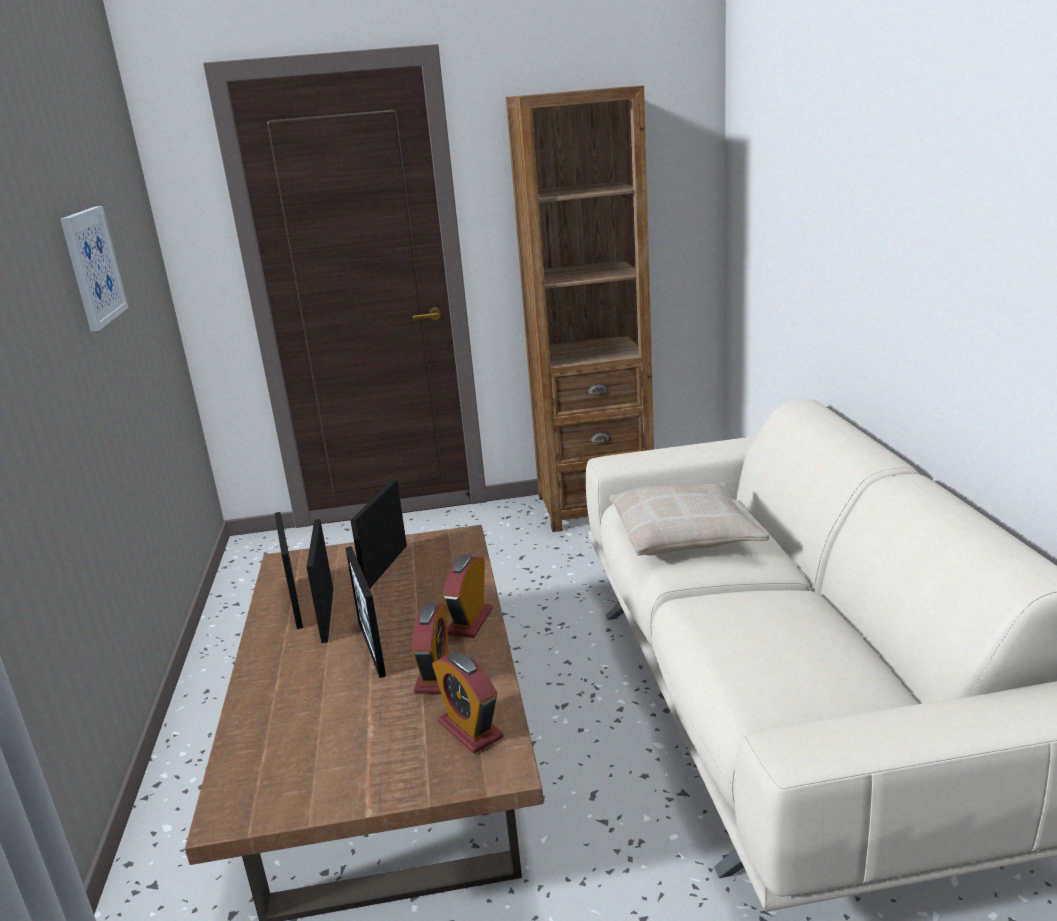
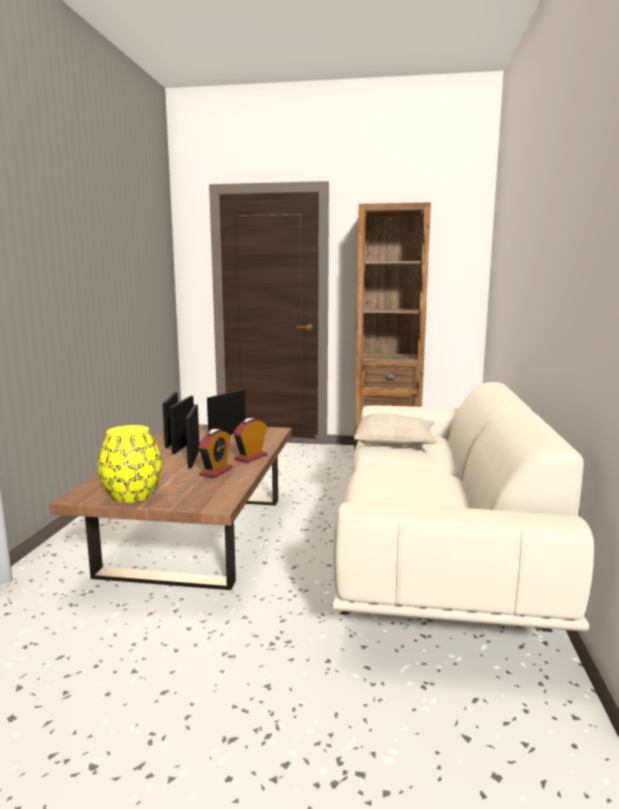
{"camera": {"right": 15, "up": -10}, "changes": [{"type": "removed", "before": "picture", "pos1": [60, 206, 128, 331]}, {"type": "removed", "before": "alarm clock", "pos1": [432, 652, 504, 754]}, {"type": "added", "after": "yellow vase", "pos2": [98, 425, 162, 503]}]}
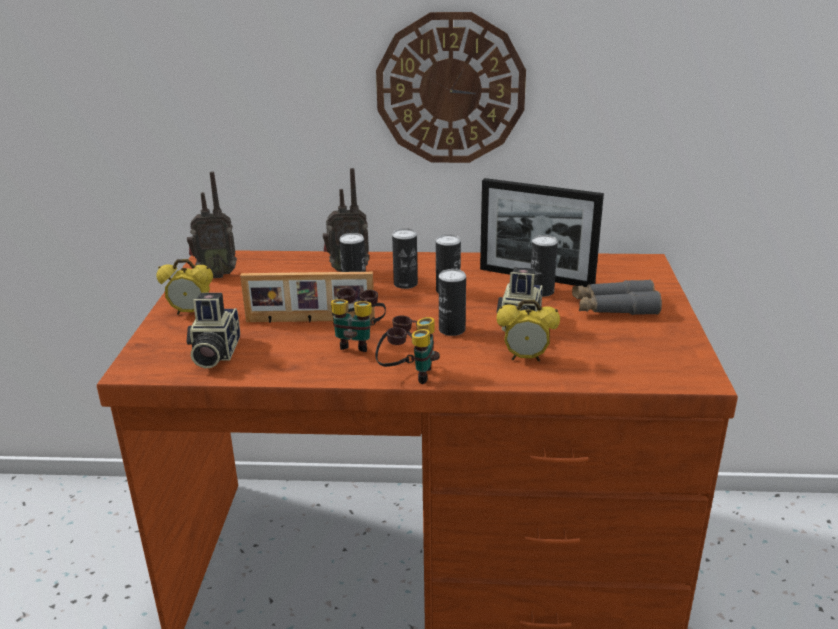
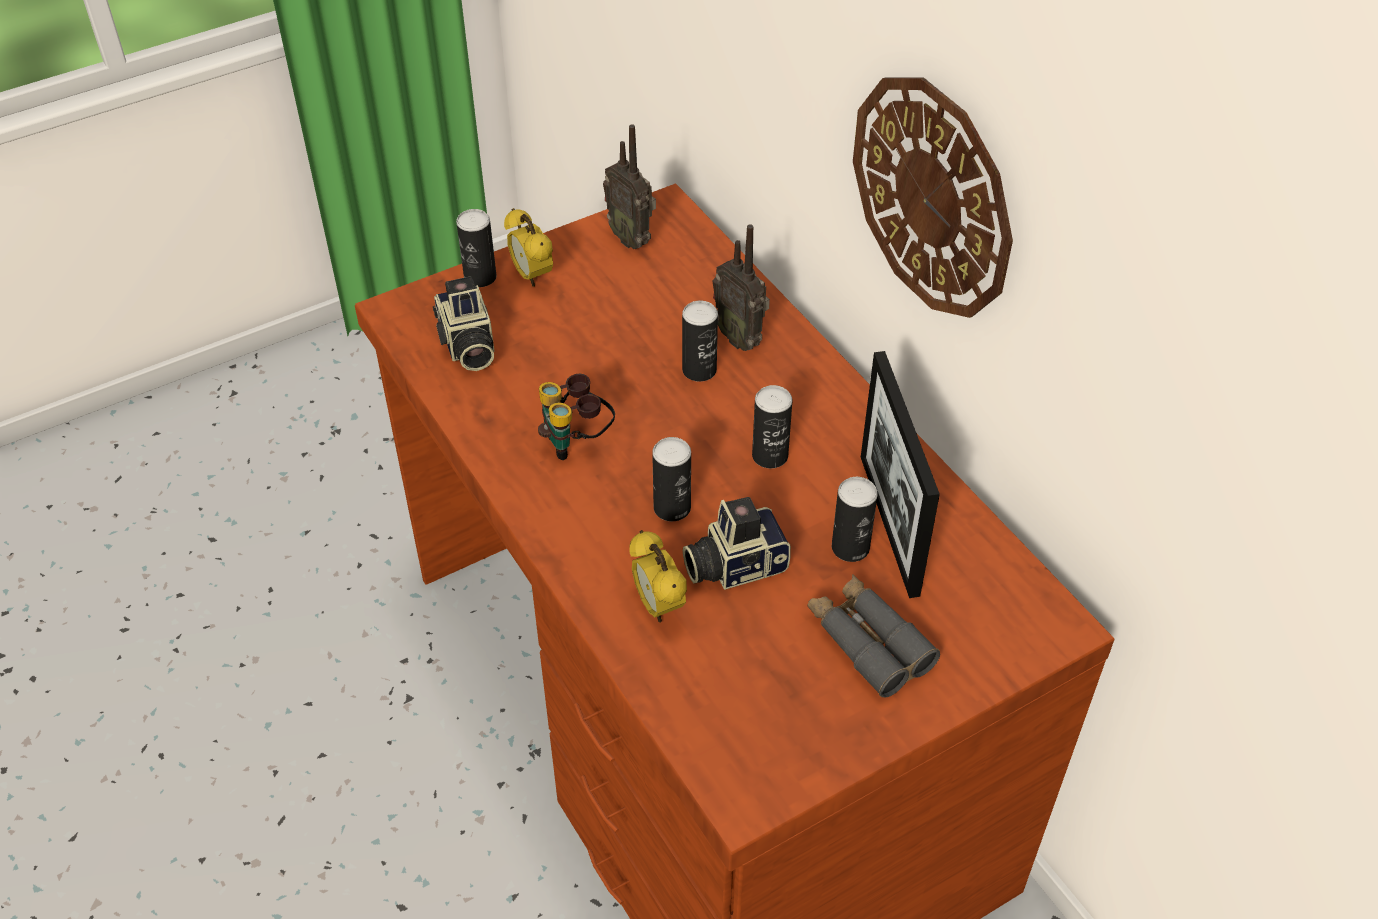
{"camera": {"right": 55, "up": 20}, "changes": [{"type": "removed", "before": "picture frame", "pos1": [240, 272, 375, 323]}, {"type": "removed", "before": "binoculars", "pos1": [375, 316, 440, 384]}, {"type": "moved", "before": "can", "pos1": [392, 228, 418, 289], "pos2": [456, 209, 497, 287]}, {"type": "turned", "before": "photo camera", "pos1": [187, 293, 240, 369], "pos2": [433, 276, 494, 371], "turn": -75}]}
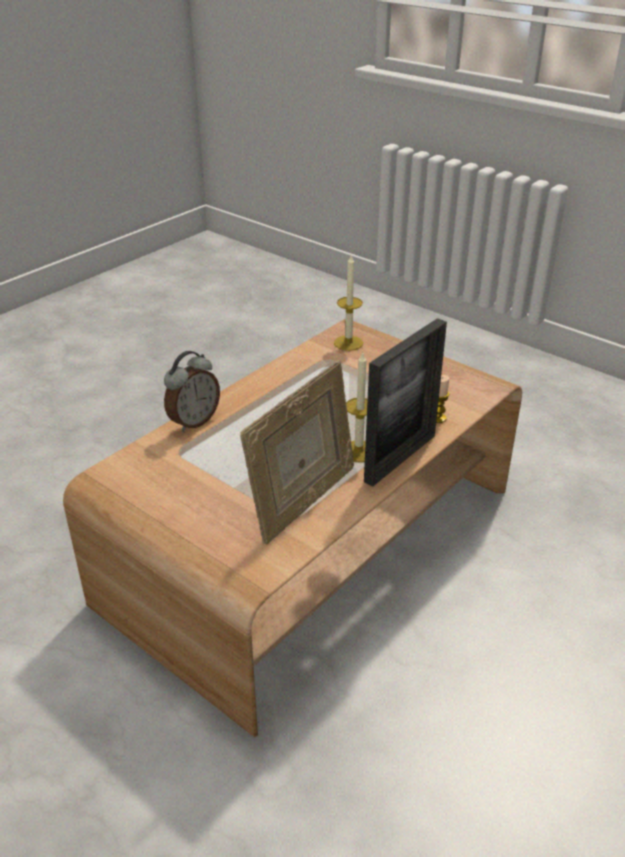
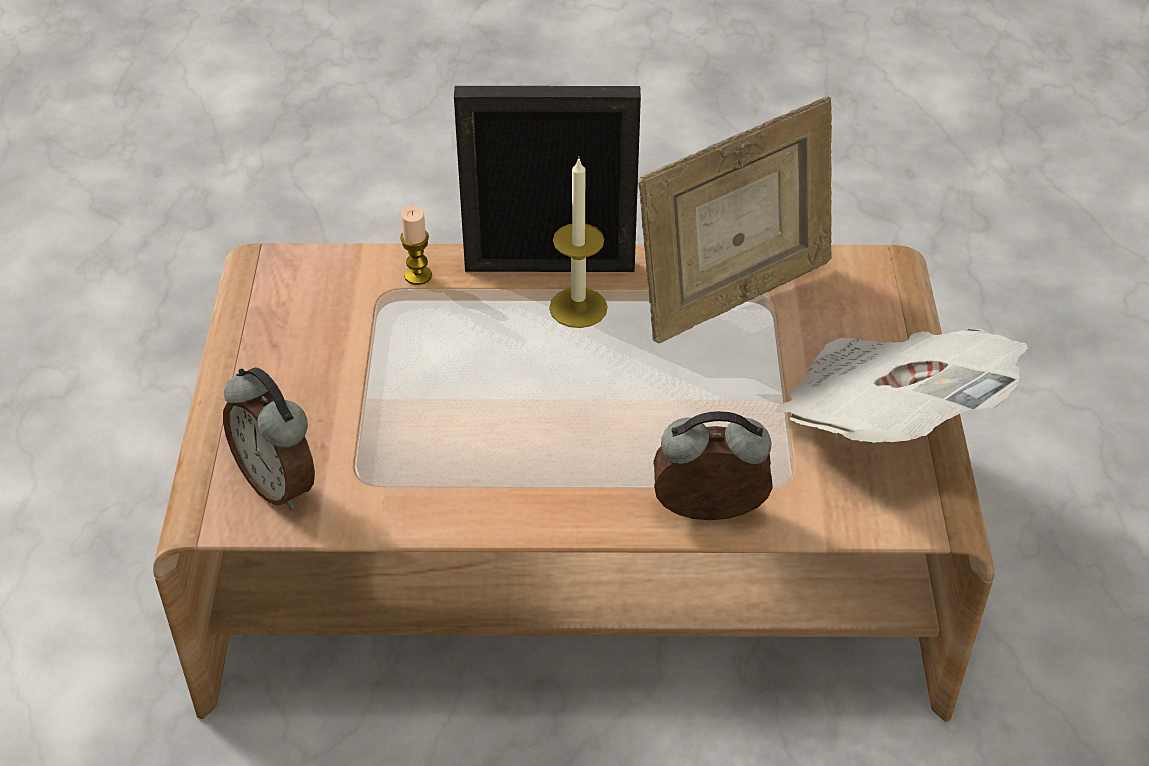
{"camera": {"right": -130, "up": 10}, "changes": [{"type": "added", "after": "newspaper", "pos2": [775, 329, 1029, 443]}, {"type": "replaced", "before": "candle", "after": "alarm clock", "pos1": [334, 255, 363, 351], "pos2": [223, 367, 315, 510]}, {"type": "turned", "before": "picture frame", "pos1": [240, 360, 354, 544], "pos2": [638, 96, 832, 344], "turn": 150}]}
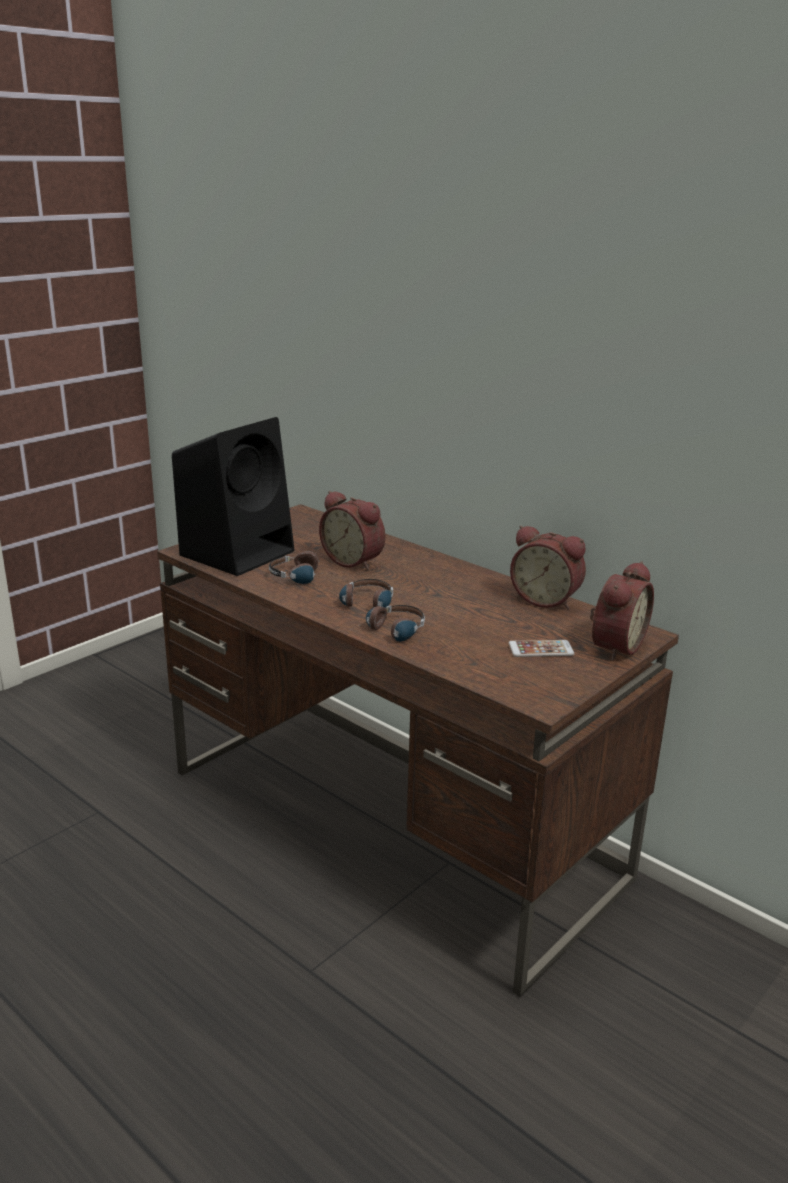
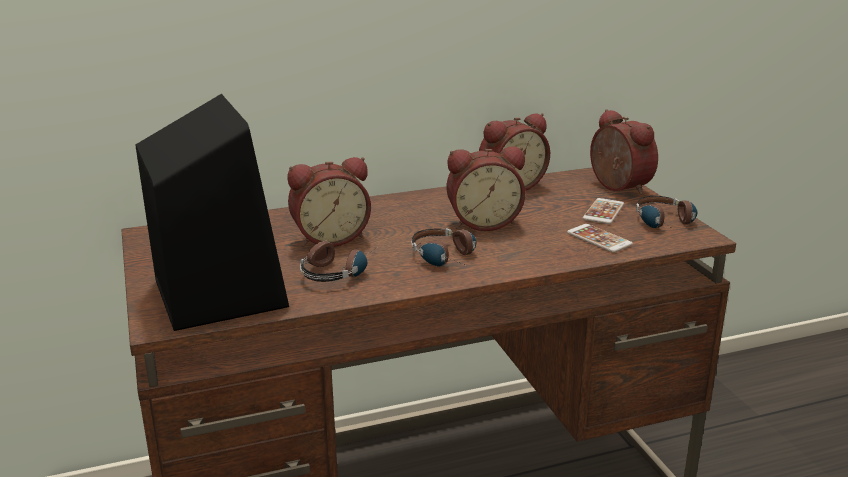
{"camera": {"right": -60, "up": 0}, "changes": [{"type": "added", "after": "alarm clock", "pos2": [447, 146, 525, 231]}, {"type": "added", "after": "phone", "pos2": [567, 224, 633, 253]}, {"type": "moved", "before": "headphones", "pos1": [354, 605, 425, 642], "pos2": [636, 196, 697, 229]}]}
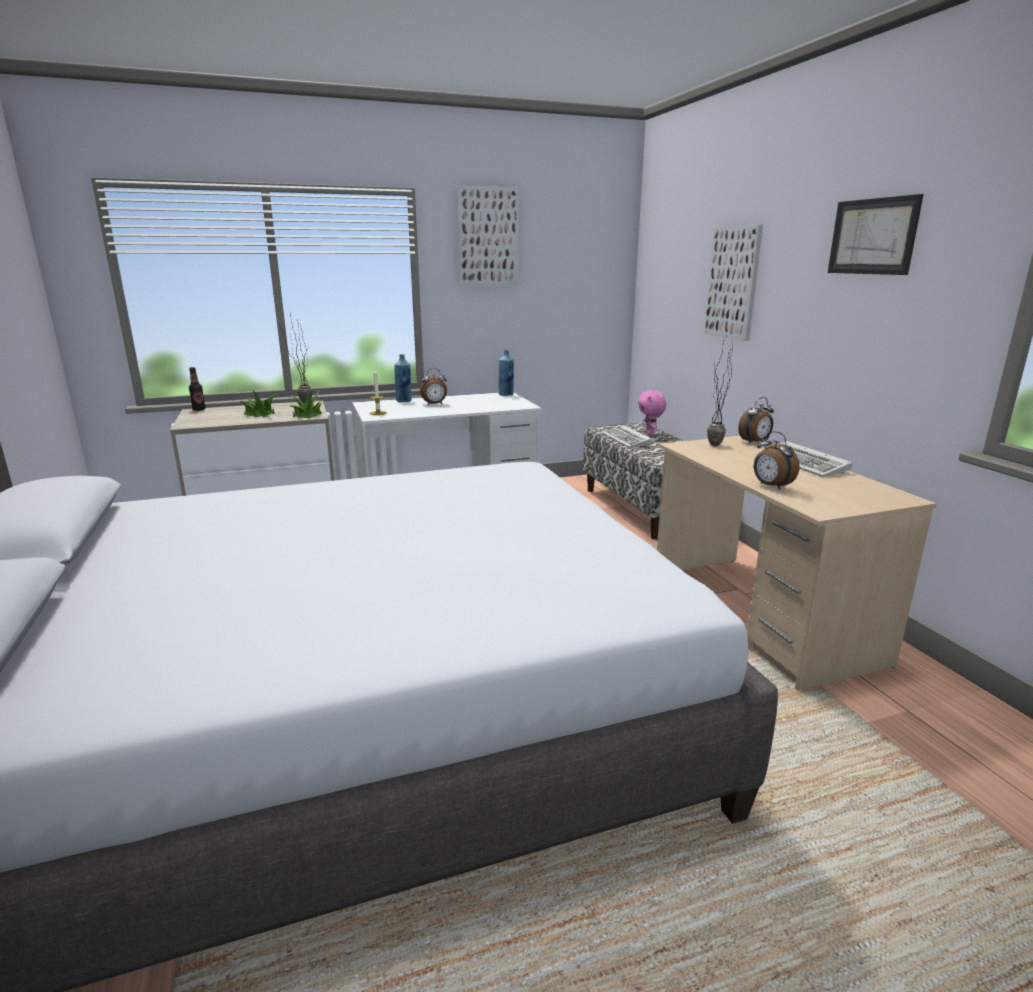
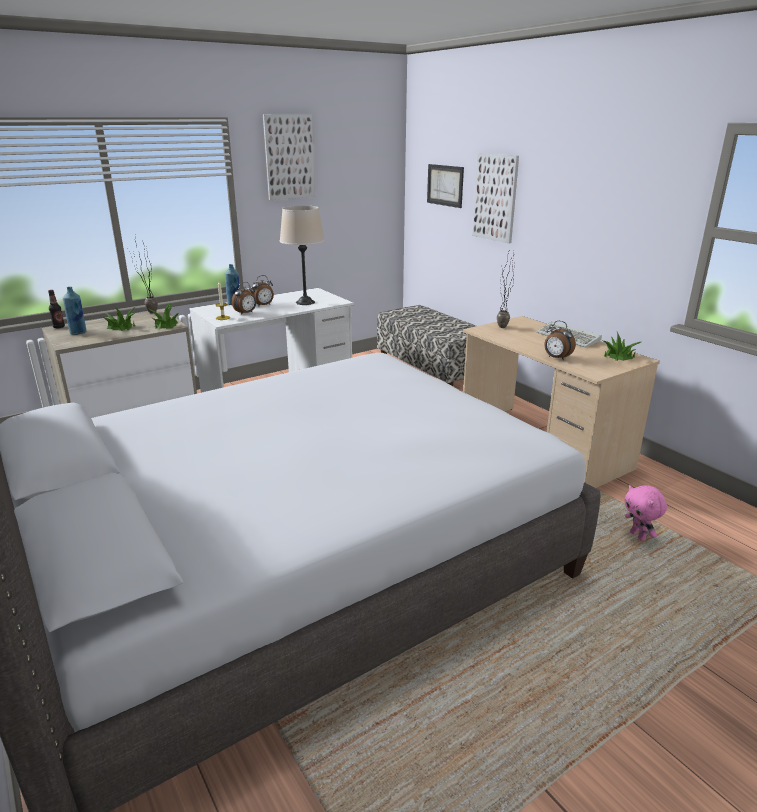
{"camera": {"right": -15, "up": 5}, "changes": [{"type": "removed", "before": "keyboard", "pos1": [602, 425, 652, 448]}, {"type": "added", "after": "beige table lamp", "pos2": [280, 206, 325, 305]}, {"type": "added", "after": "potted plant", "pos2": [604, 332, 641, 361]}, {"type": "moved", "before": "blue bottle", "pos1": [499, 350, 514, 396], "pos2": [63, 287, 86, 335]}, {"type": "moved", "before": "pink plush toy", "pos1": [638, 390, 666, 435], "pos2": [625, 485, 667, 541]}, {"type": "moved", "before": "alarm clock", "pos1": [738, 397, 774, 444], "pos2": [232, 282, 256, 315]}, {"type": "moved", "before": "picture", "pos1": [828, 194, 924, 275], "pos2": [427, 164, 464, 208]}]}
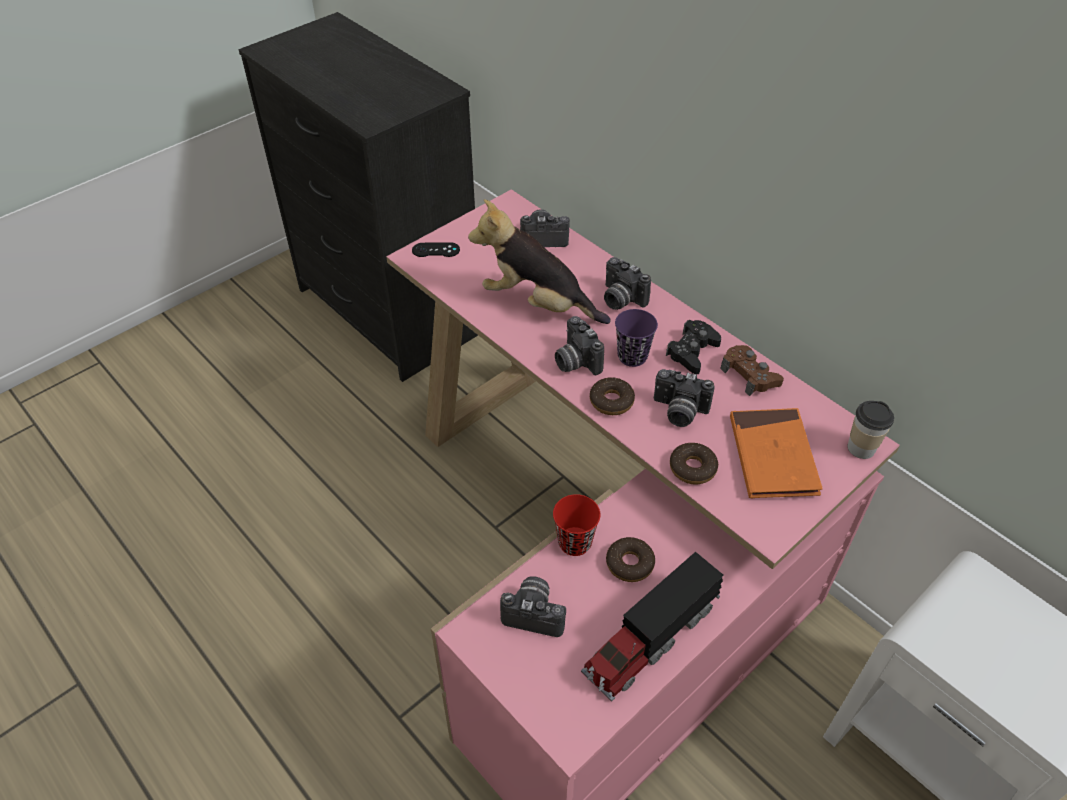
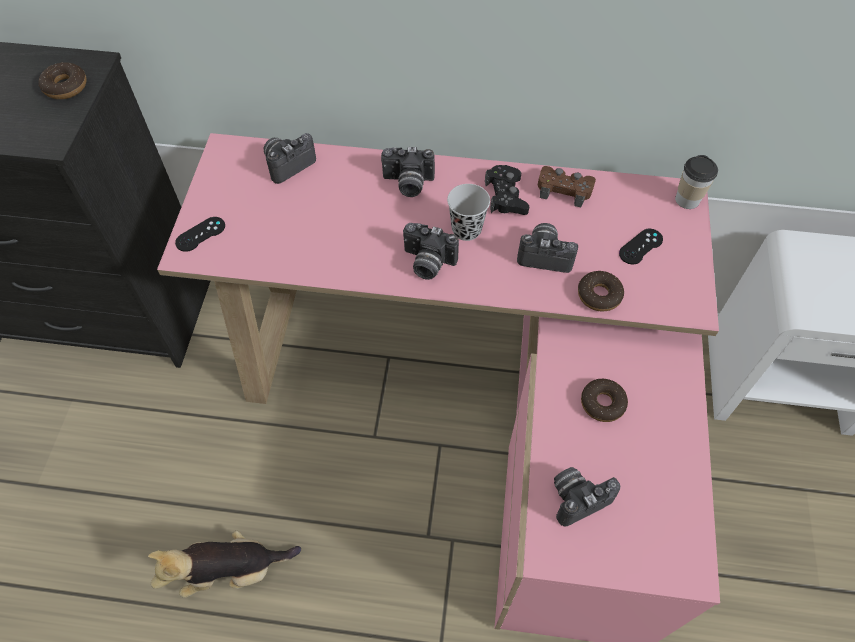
{"camera": {"right": -40, "up": 10}, "changes": [{"type": "removed", "before": "red cup", "pos1": [553, 494, 600, 556]}, {"type": "removed", "before": "toy truck", "pos1": [581, 552, 724, 702]}, {"type": "moved", "before": "plush toy", "pos1": [468, 199, 611, 324], "pos2": [148, 531, 301, 598]}, {"type": "moved", "before": "donut", "pos1": [590, 377, 635, 415], "pos2": [38, 62, 87, 99]}, {"type": "replaced", "before": "orange book", "after": "black game controller", "pos1": [730, 408, 823, 499], "pos2": [619, 229, 663, 264]}, {"type": "recoloured", "before": "purple cup", "after": "black cup", "pos1": [615, 309, 658, 367], "pos2": [447, 184, 490, 241]}, {"type": "turned", "before": "photo camera", "pos1": [654, 369, 715, 427], "pos2": [517, 223, 578, 273], "turn": -150}]}
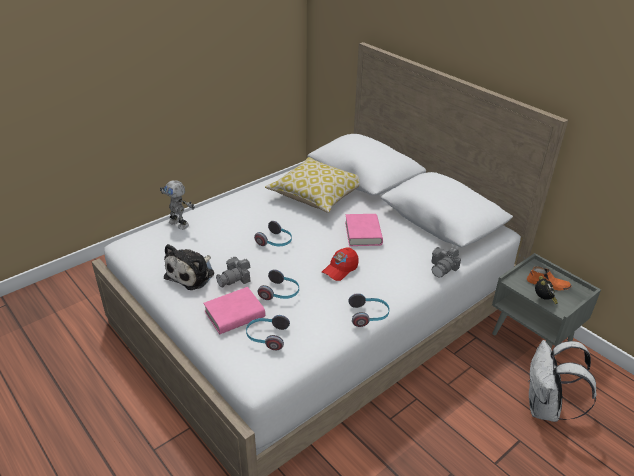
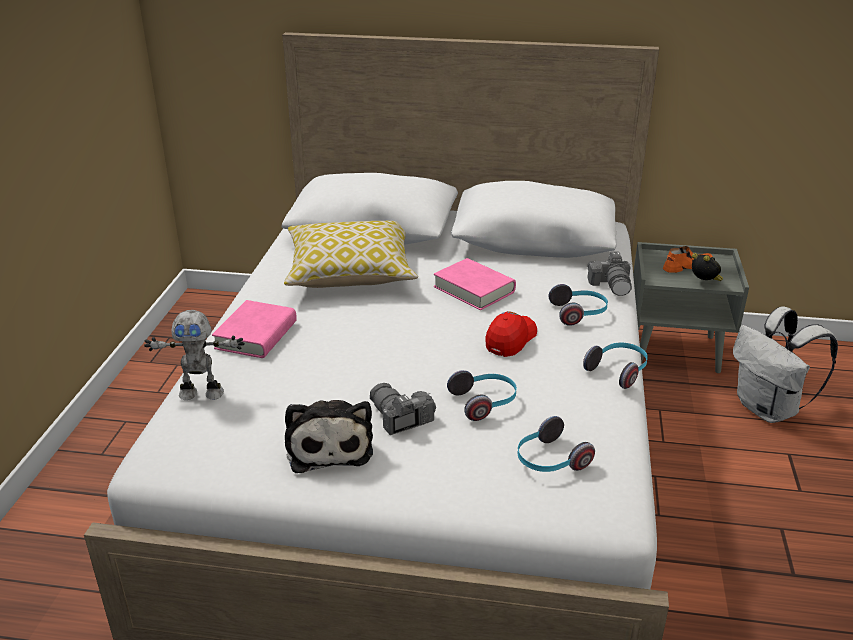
{"camera": {"right": -40, "up": -5}, "changes": [{"type": "moved", "before": "pink book", "pos1": [203, 287, 265, 334], "pos2": [212, 300, 297, 358]}, {"type": "moved", "before": "headphones", "pos1": [254, 221, 292, 246], "pos2": [549, 284, 608, 326]}, {"type": "turned", "before": "photo camera", "pos1": [216, 257, 251, 287], "pos2": [370, 383, 436, 435], "turn": 135}, {"type": "turned", "before": "red cap", "pos1": [322, 247, 359, 281], "pos2": [485, 311, 537, 357], "turn": -150}]}
